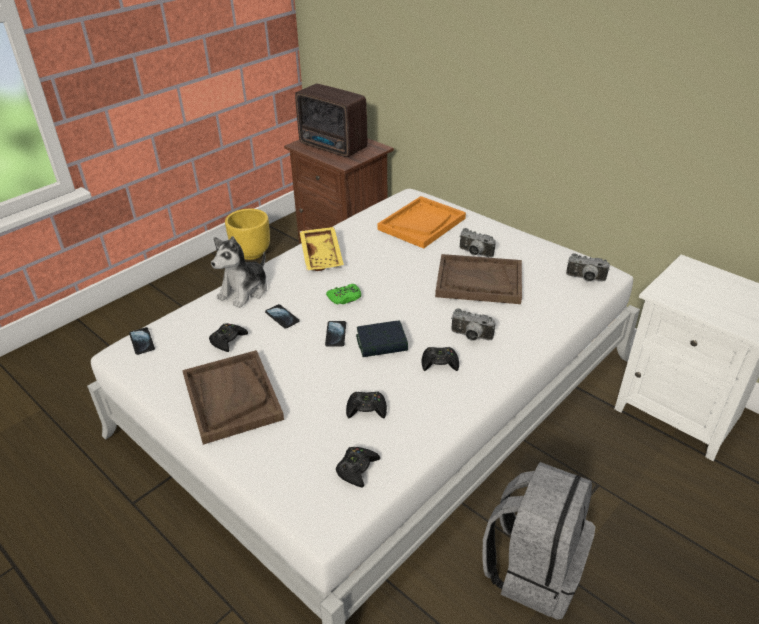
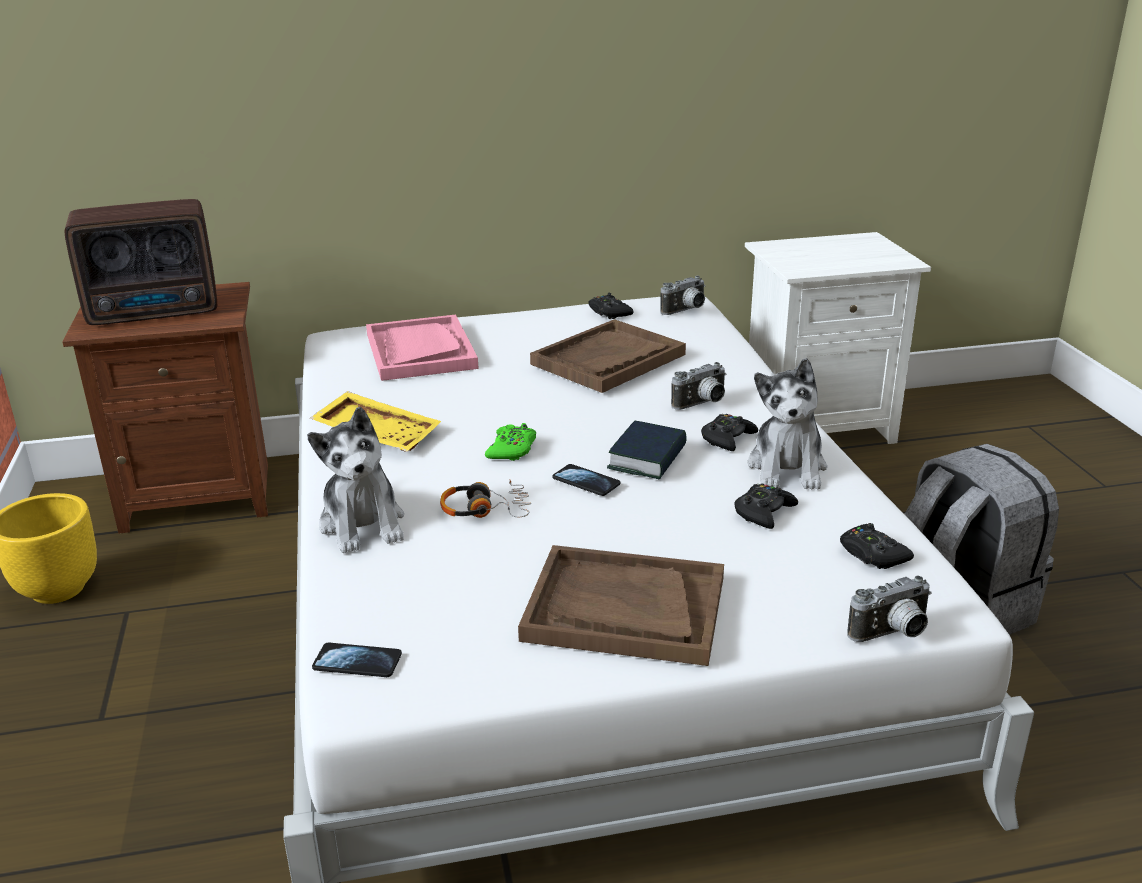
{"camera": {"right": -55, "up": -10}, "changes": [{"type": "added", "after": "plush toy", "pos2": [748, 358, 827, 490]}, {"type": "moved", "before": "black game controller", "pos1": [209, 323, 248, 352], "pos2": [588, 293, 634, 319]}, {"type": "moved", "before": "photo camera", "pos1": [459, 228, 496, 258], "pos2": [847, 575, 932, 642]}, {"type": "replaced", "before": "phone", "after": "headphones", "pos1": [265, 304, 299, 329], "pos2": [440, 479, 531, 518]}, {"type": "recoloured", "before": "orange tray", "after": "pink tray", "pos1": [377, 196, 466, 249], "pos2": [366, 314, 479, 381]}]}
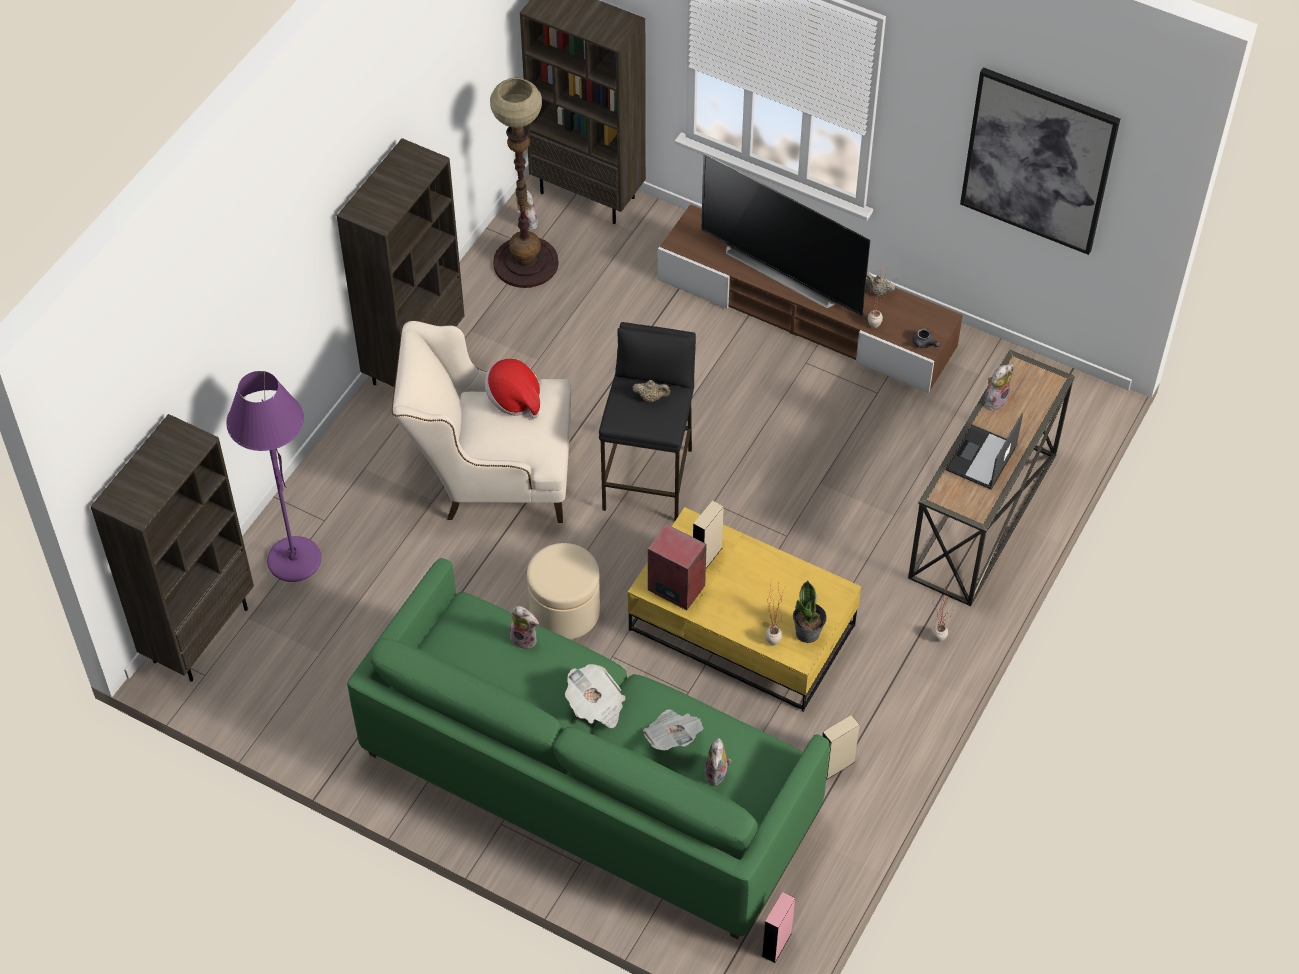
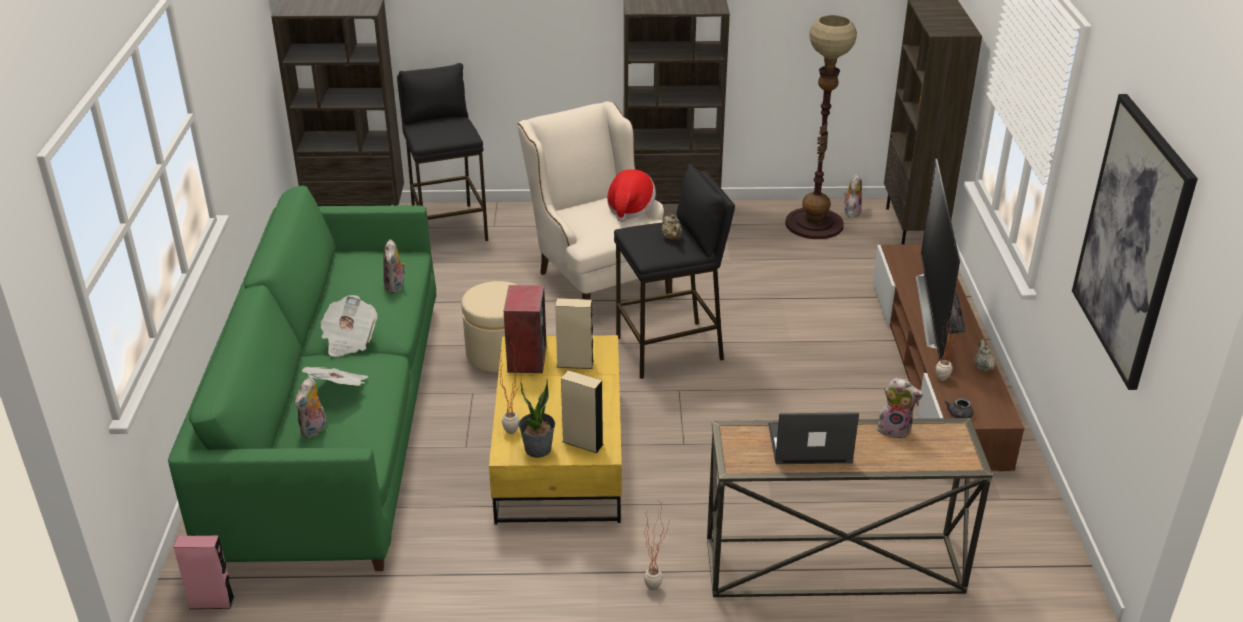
{"camera": {"right": 60, "up": -20}, "changes": [{"type": "moved", "before": "beige speaker", "pos1": [822, 715, 860, 780], "pos2": [561, 370, 604, 453]}, {"type": "replaced", "before": "purple floor lamp", "after": "black stool", "pos1": [226, 371, 321, 582], "pos2": [397, 63, 488, 241]}, {"type": "turned", "before": "plush toy", "pos1": [704, 738, 731, 785], "pos2": [294, 377, 327, 438], "turn": -45}]}
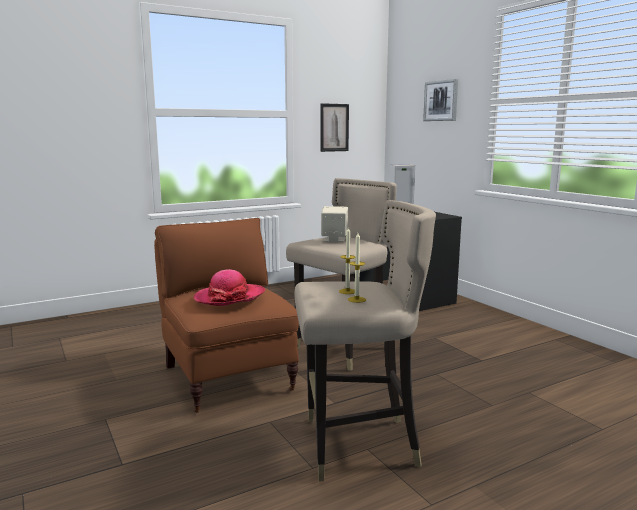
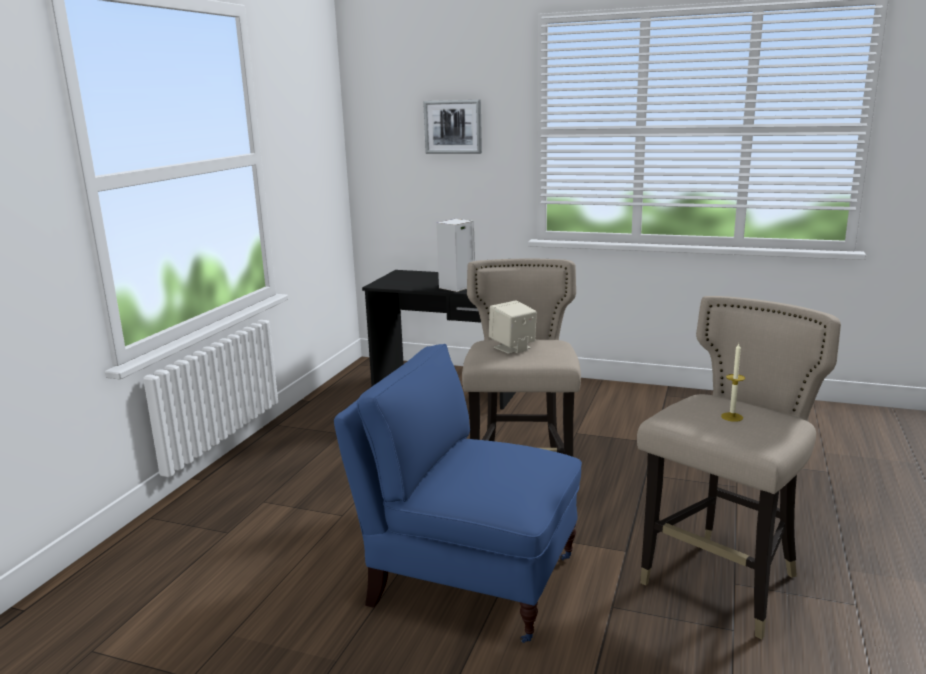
{"camera": {"right": -40, "up": 5}, "changes": [{"type": "removed", "before": "hat", "pos1": [194, 269, 265, 306]}, {"type": "removed", "before": "picture", "pos1": [320, 103, 349, 152]}, {"type": "removed", "before": "candle", "pos1": [348, 233, 366, 303]}, {"type": "recoloured", "before": "brown armchair", "after": "blue armchair", "pos1": [154, 218, 299, 413], "pos2": [334, 344, 582, 643]}]}
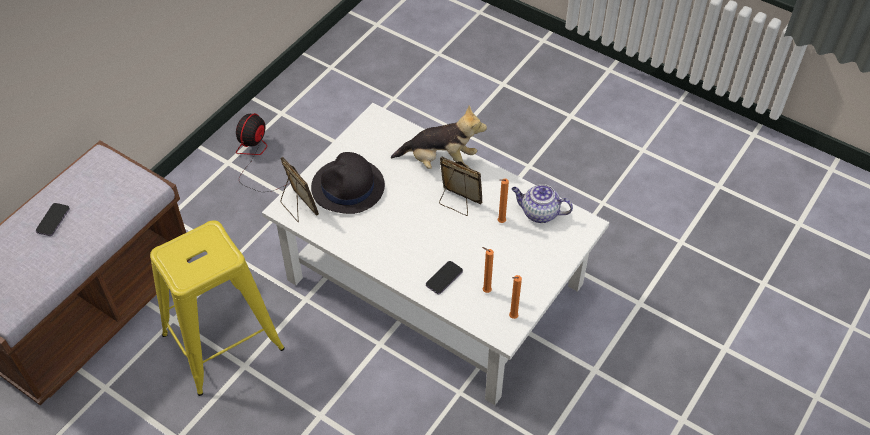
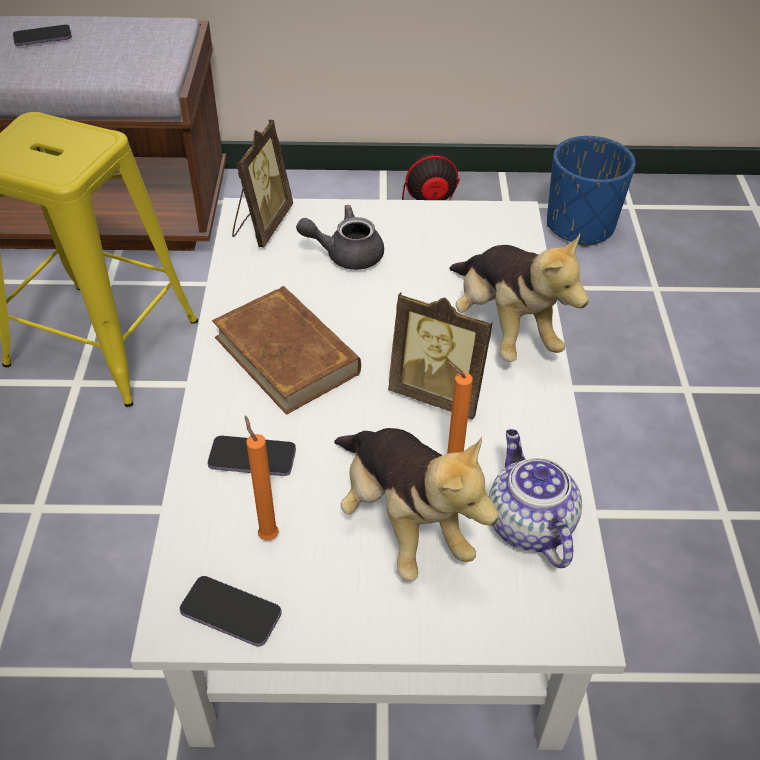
{"camera": {"right": 55, "up": -5}, "changes": [{"type": "added", "after": "brown book", "pos2": [212, 286, 361, 415]}, {"type": "added", "after": "plush toy", "pos2": [334, 428, 499, 581]}, {"type": "added", "after": "blue planter", "pos2": [547, 136, 636, 247]}, {"type": "replaced", "before": "black hat", "after": "grey teapot", "pos1": [311, 152, 385, 214], "pos2": [296, 205, 384, 270]}, {"type": "replaced", "before": "orange candle", "after": "phone", "pos1": [509, 275, 522, 319], "pos2": [180, 576, 282, 647]}, {"type": "turned", "before": "picture frame", "pos1": [439, 156, 482, 216], "pos2": [388, 292, 493, 419], "turn": 120}]}
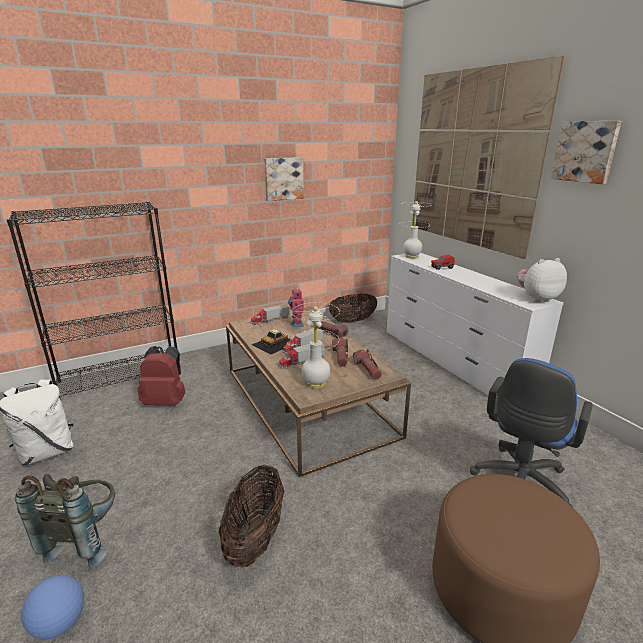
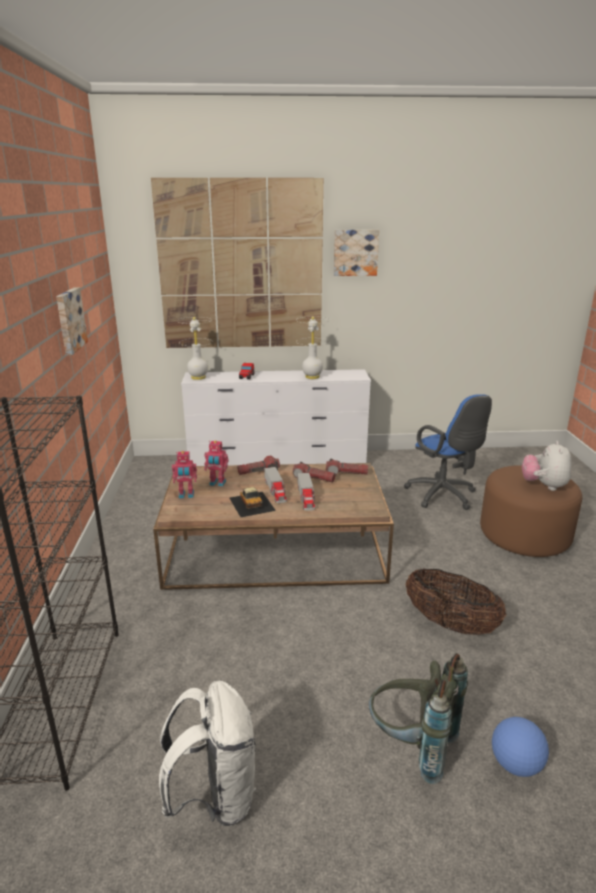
{"camera": {"right": -65, "up": 0}, "changes": [{"type": "removed", "before": "red backpack", "pos1": [138, 346, 185, 406]}, {"type": "removed", "before": "basket", "pos1": [329, 294, 377, 323]}, {"type": "moved", "before": "white table lamp", "pos1": [292, 303, 340, 389], "pos2": [296, 316, 329, 379]}, {"type": "moved", "before": "plush toy", "pos1": [517, 258, 567, 303], "pos2": [522, 441, 571, 491]}, {"type": "replaced", "before": "toy truck", "after": "toy robot", "pos1": [251, 304, 289, 325], "pos2": [172, 451, 197, 498]}]}
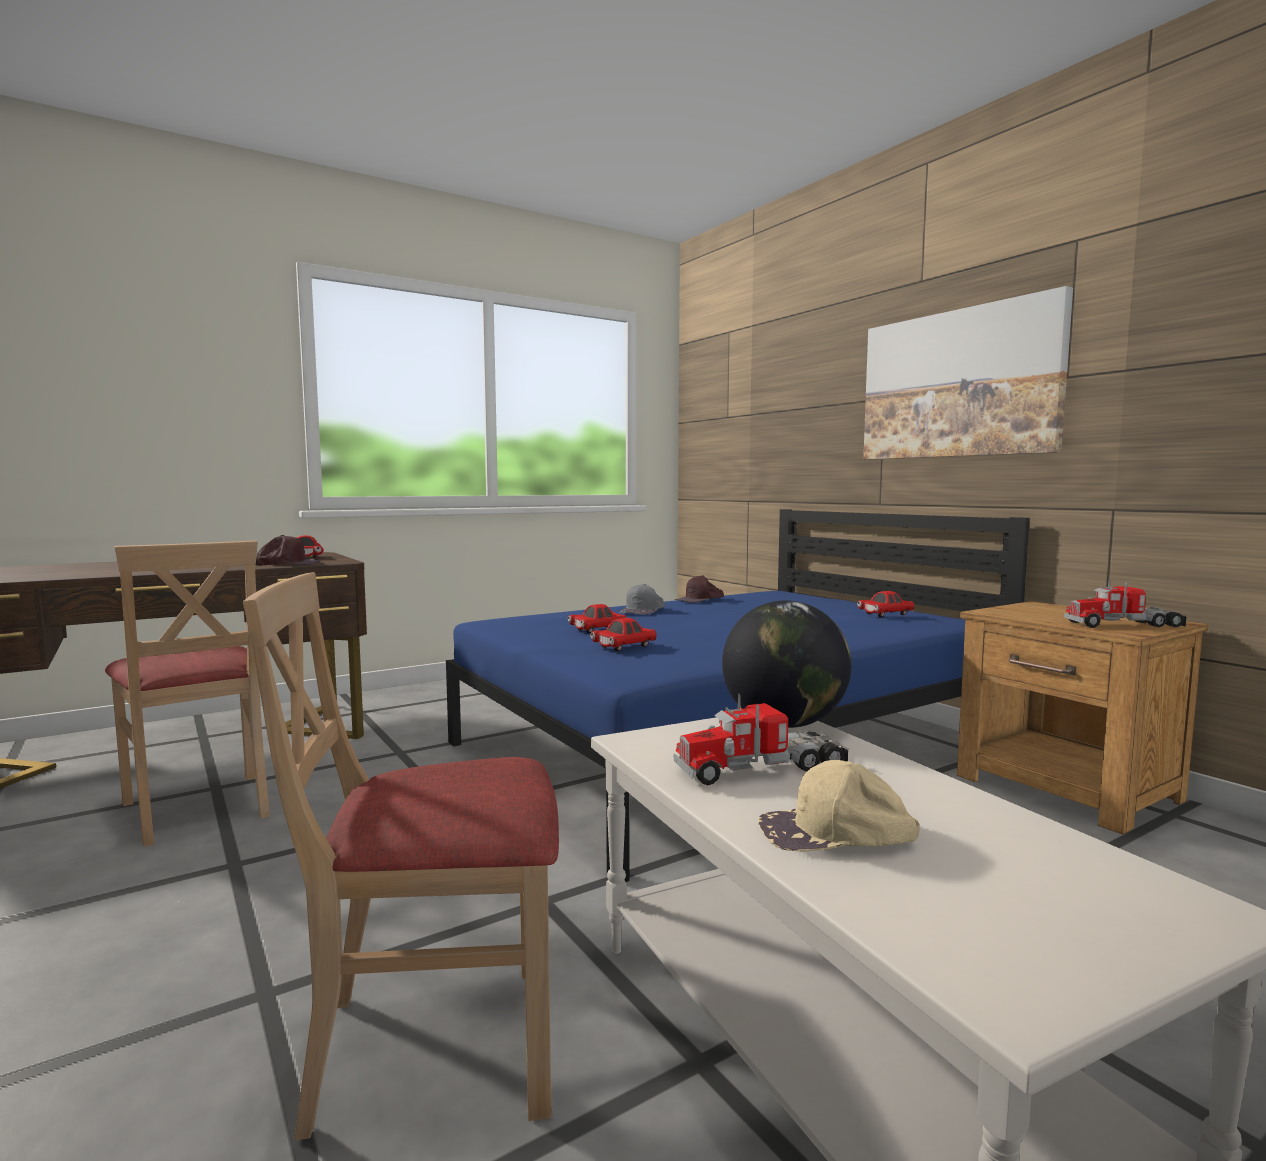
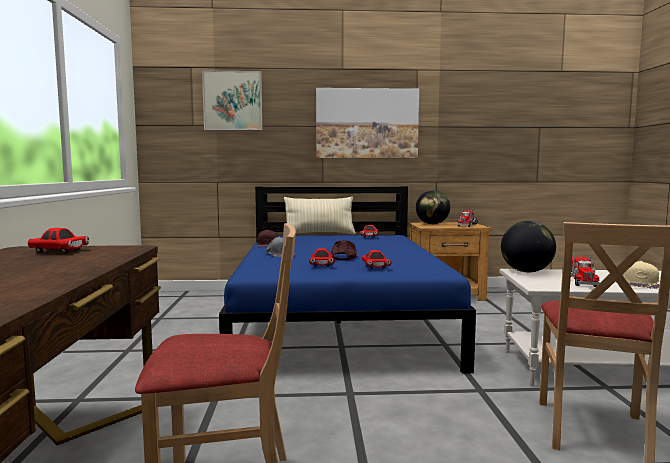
{"camera": {"right": -60, "up": 0}, "changes": [{"type": "added", "after": "picture", "pos2": [202, 70, 262, 130]}, {"type": "added", "after": "beige pillow", "pos2": [284, 197, 356, 234]}, {"type": "added", "after": "globe", "pos2": [416, 190, 450, 224]}, {"type": "moved", "before": "brown cap", "pos1": [256, 535, 322, 566], "pos2": [331, 240, 358, 261]}]}
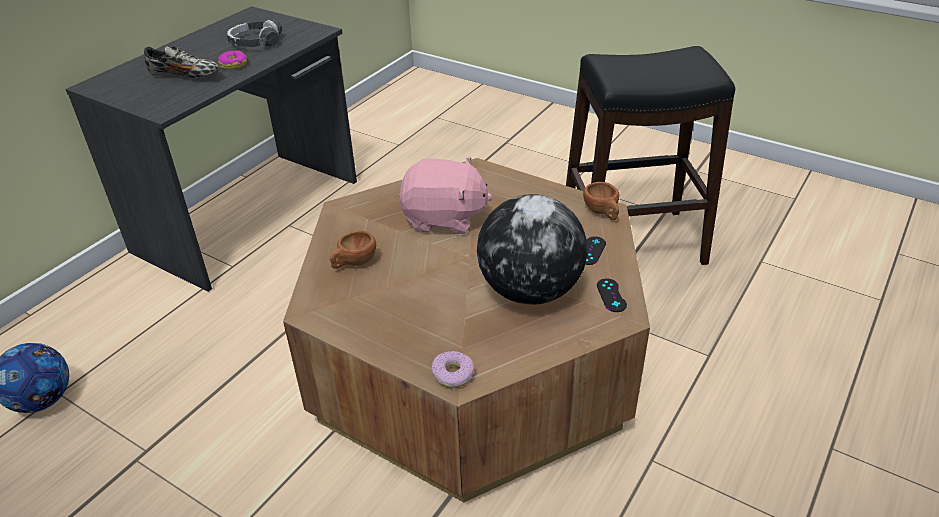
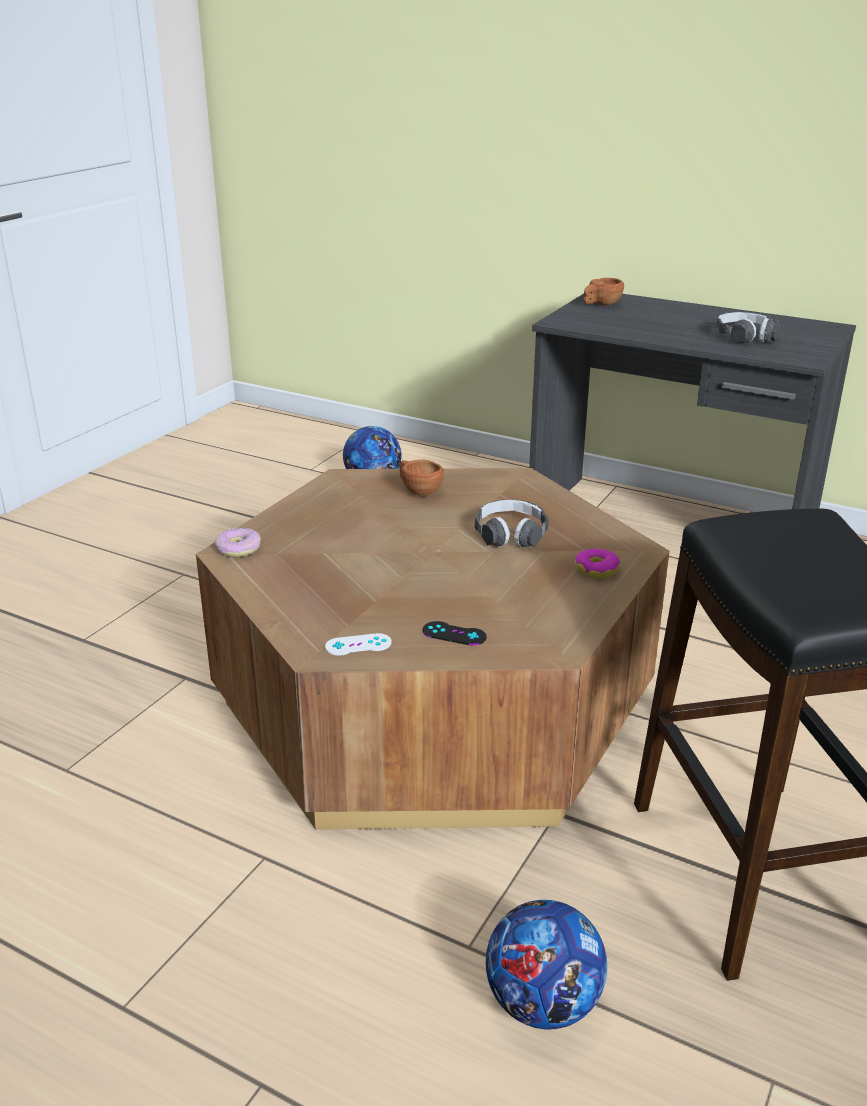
{"camera": {"right": 85, "up": -10}, "changes": [{"type": "removed", "before": "shoe", "pos1": [144, 47, 220, 79]}, {"type": "removed", "before": "globe", "pos1": [477, 194, 587, 305]}, {"type": "added", "after": "football", "pos2": [486, 900, 607, 1029]}, {"type": "moved", "before": "donut", "pos1": [218, 51, 247, 70], "pos2": [575, 549, 620, 579]}, {"type": "moved", "before": "brown cup", "pos1": [583, 182, 620, 220], "pos2": [584, 278, 624, 306]}, {"type": "replaced", "before": "pink plush toy", "after": "headphones", "pos1": [399, 157, 493, 234], "pos2": [474, 499, 549, 547]}, {"type": "recoloured", "before": "black game controller", "after": "white game controller", "pos1": [597, 278, 627, 312], "pos2": [325, 633, 392, 656]}]}
